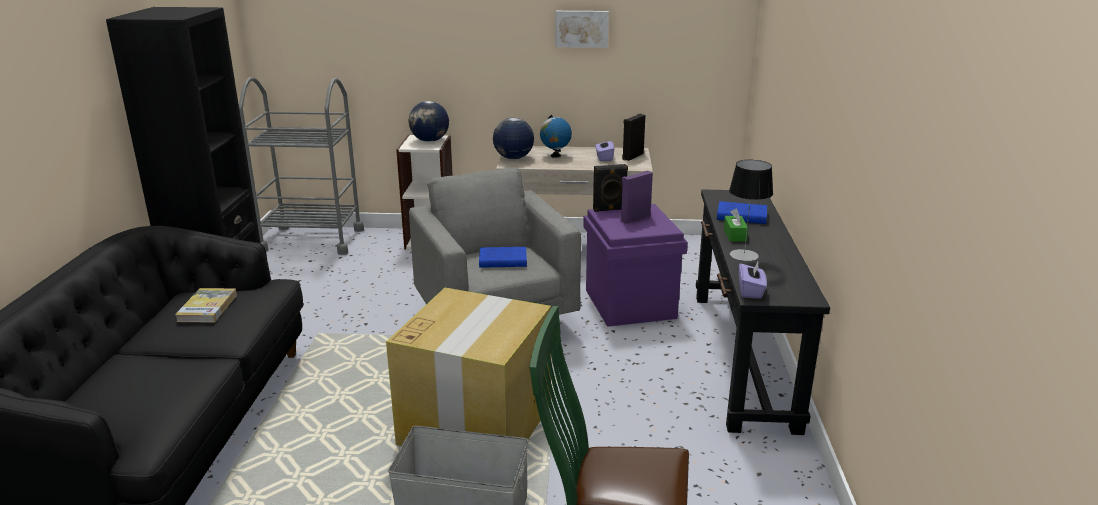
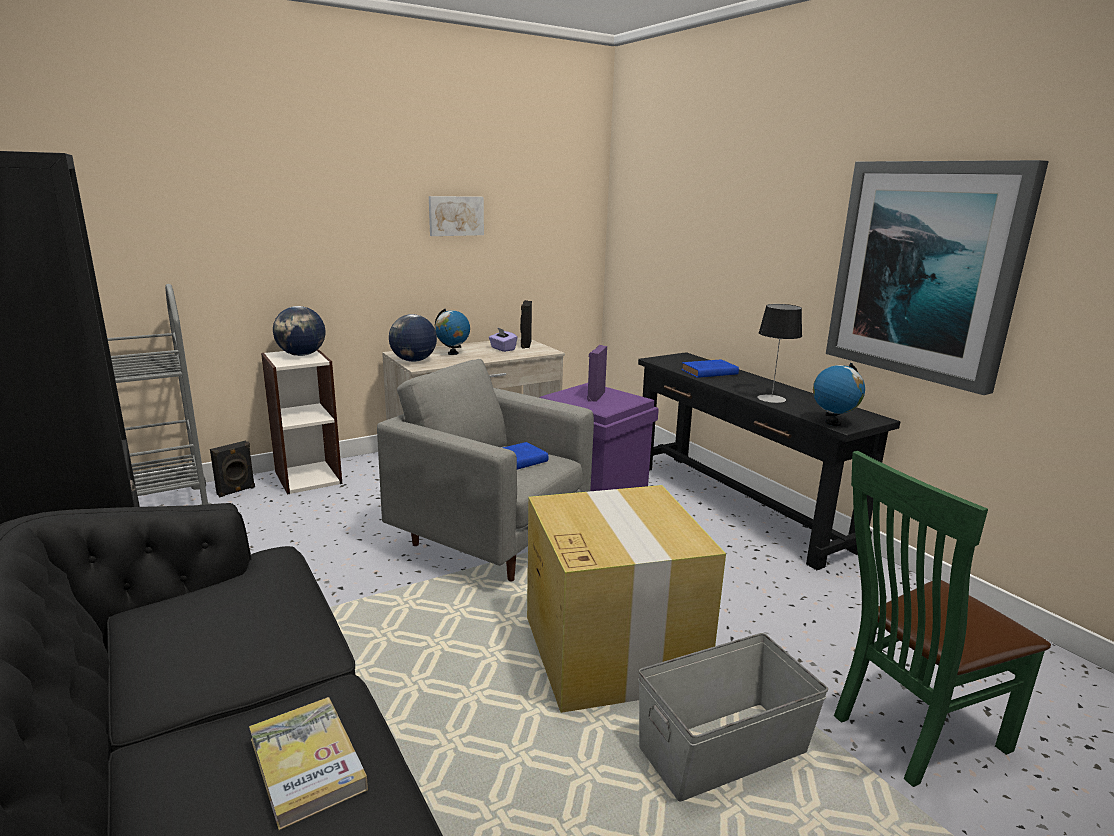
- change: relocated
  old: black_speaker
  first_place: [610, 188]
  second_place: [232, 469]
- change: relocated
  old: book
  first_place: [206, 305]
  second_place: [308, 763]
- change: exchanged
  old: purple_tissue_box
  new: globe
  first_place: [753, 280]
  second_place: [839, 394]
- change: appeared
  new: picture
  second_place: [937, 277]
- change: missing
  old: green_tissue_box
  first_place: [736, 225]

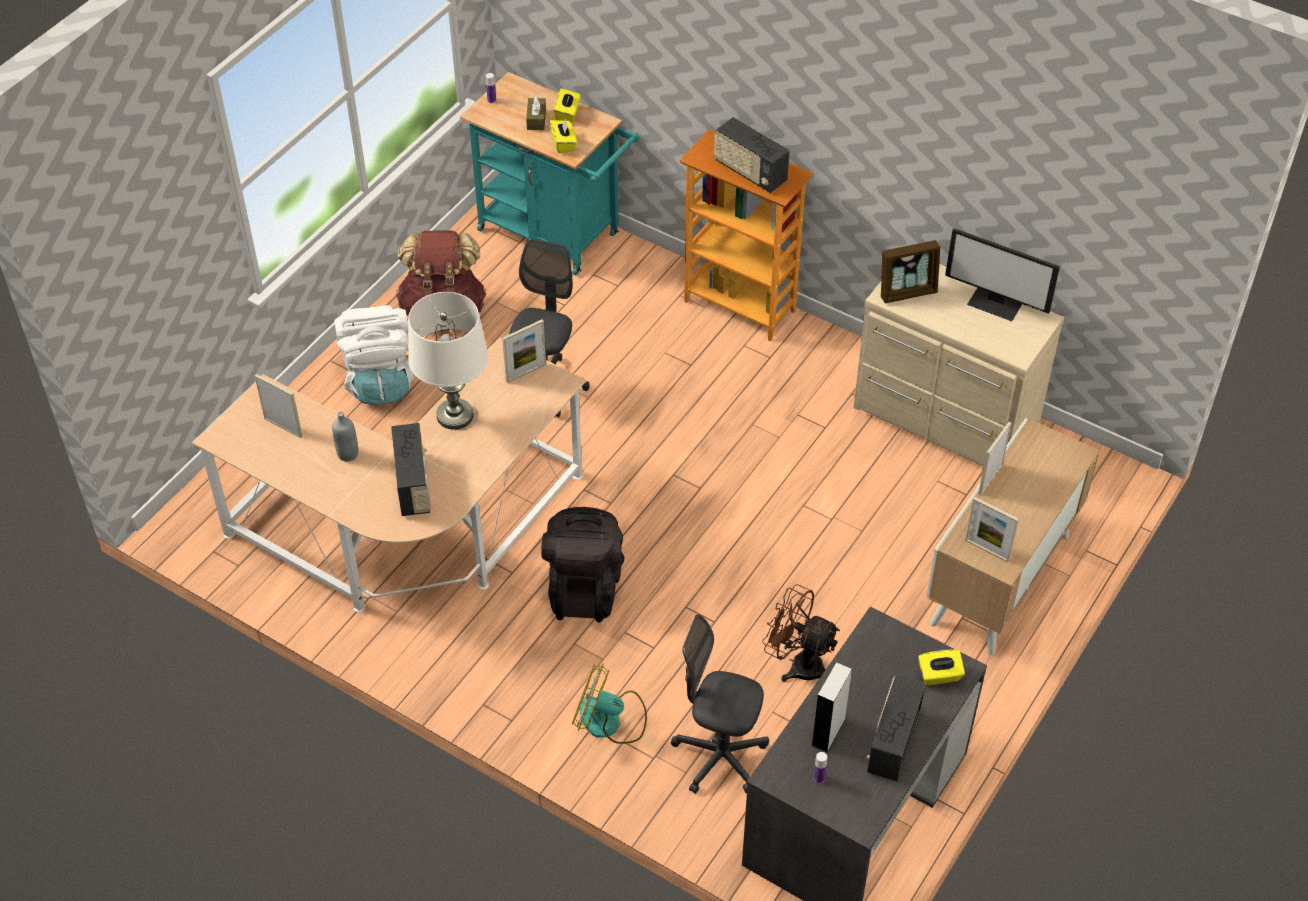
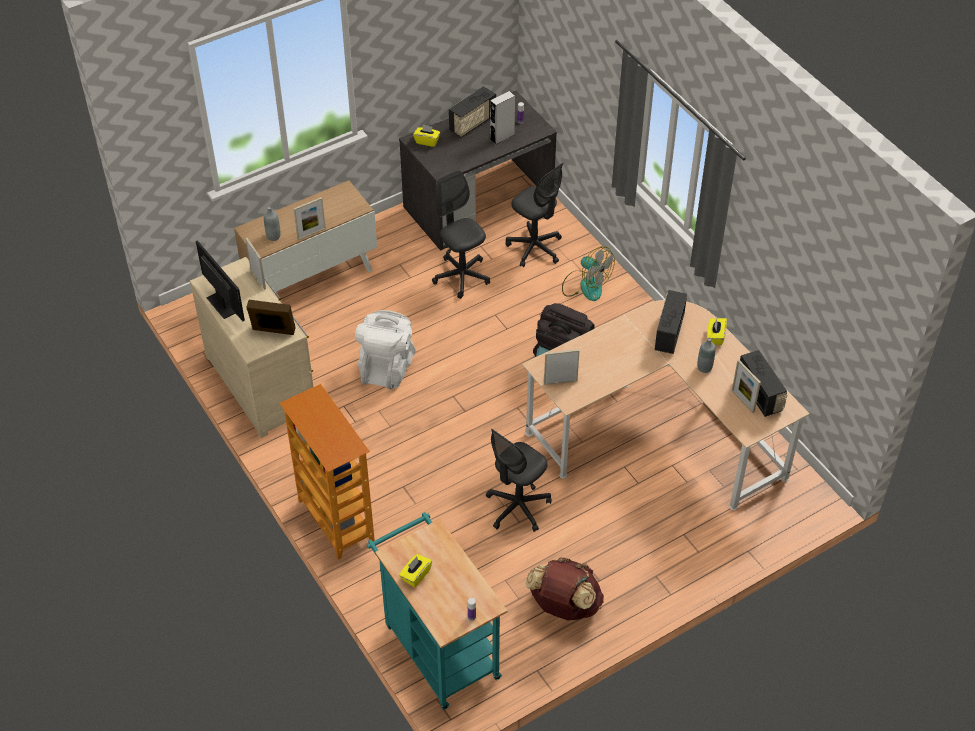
- change: relocated
  old: picture_frame
  first_place: [992, 529]
  second_place: [255, 264]
- change: appeared
  new: grey_bottle
  second_place: [272, 223]
- change: relocated
  old: white_backpack
  first_place: [374, 355]
  second_place: [385, 350]
- change: exchanged
  old: brown_fan
  new: grey_office_chair
  first_place: [801, 633]
  second_place: [461, 234]
- change: relocated
  old: yellow_tissue_box
  first_place: [563, 136]
  second_place: [717, 331]
- change: relocated
  old: radio
  first_place: [752, 155]
  second_place: [763, 383]
- change: missing
  old: white_table_lamp
  first_place: [448, 361]
- change: missing
  old: brown_tissue_box
  first_place: [536, 113]

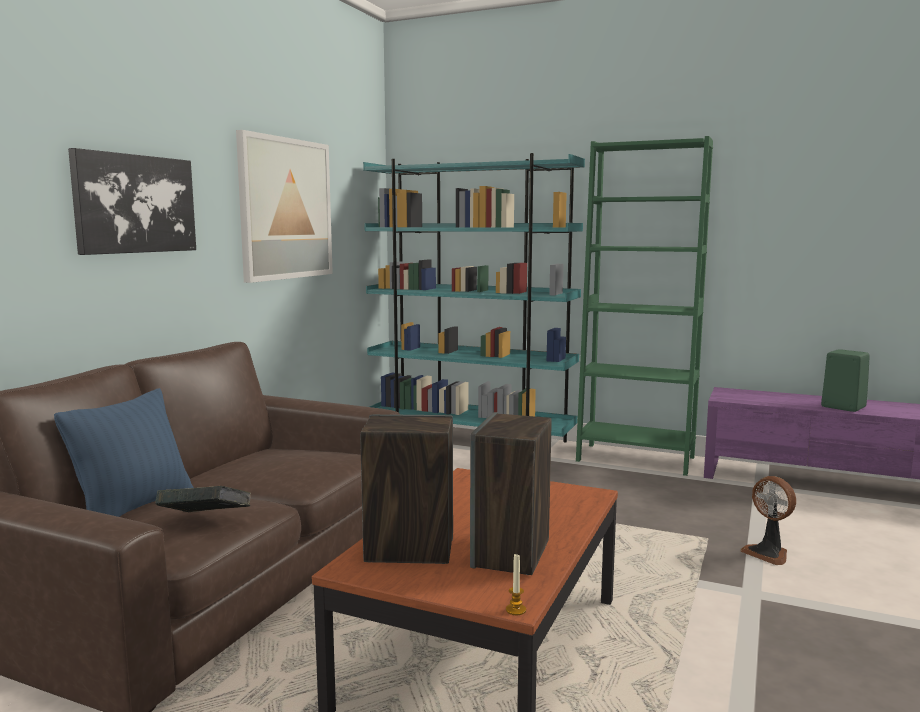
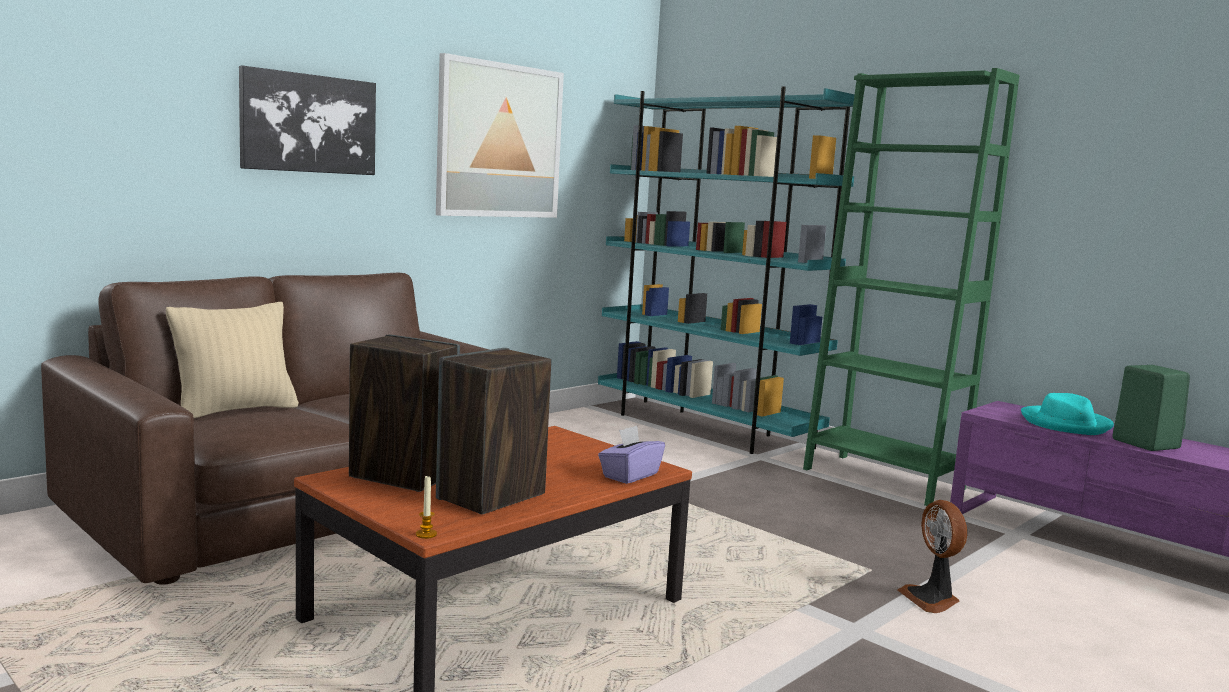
- change: colour
  old: blue_pillow
  new: beige_pillow
  first_place: [123, 452]
  second_place: [232, 360]
- change: appeared
  new: purple_tissue_box
  second_place: [631, 455]
- change: appeared
  new: turquoise_hat
  second_place: [1067, 414]
- change: missing
  old: book
  first_place: [203, 499]

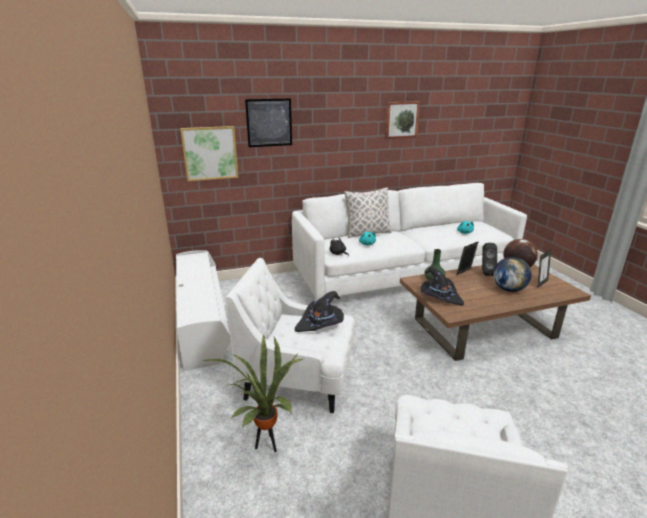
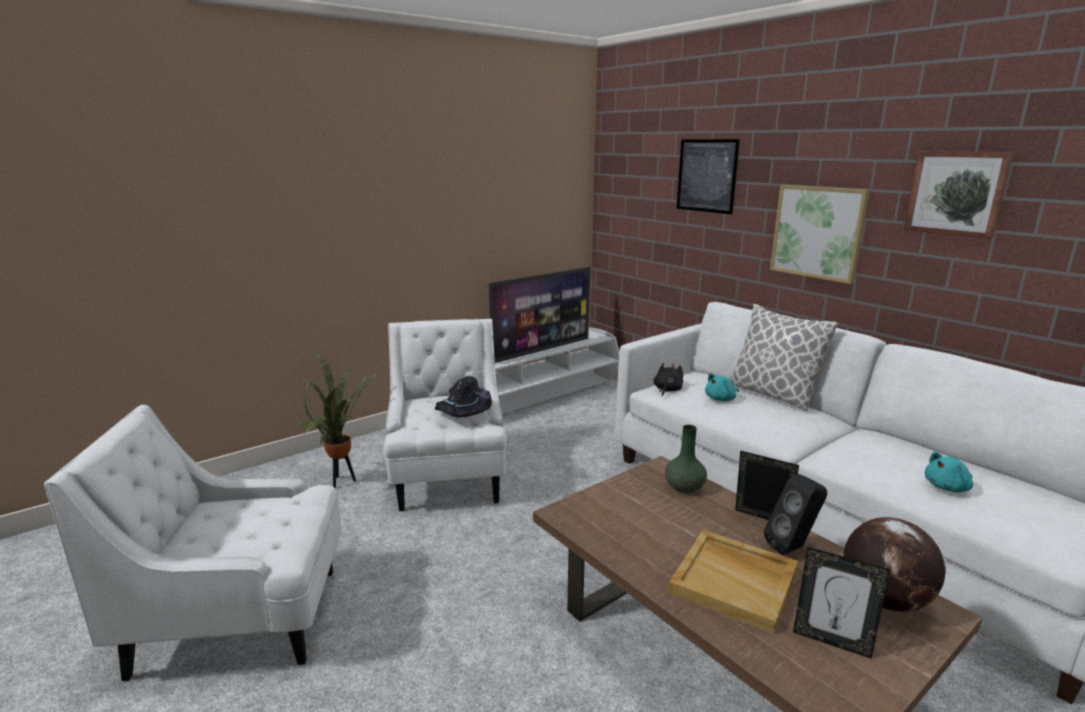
- change: appeared
  new: television
  second_place: [540, 315]
- change: exchanged
  old: globe
  new: beige_tray
  first_place: [512, 274]
  second_place: [733, 582]
- change: relocated
  old: picture
  first_place: [209, 153]
  second_place: [820, 234]
- change: missing
  old: black_hat
  first_place: [442, 286]

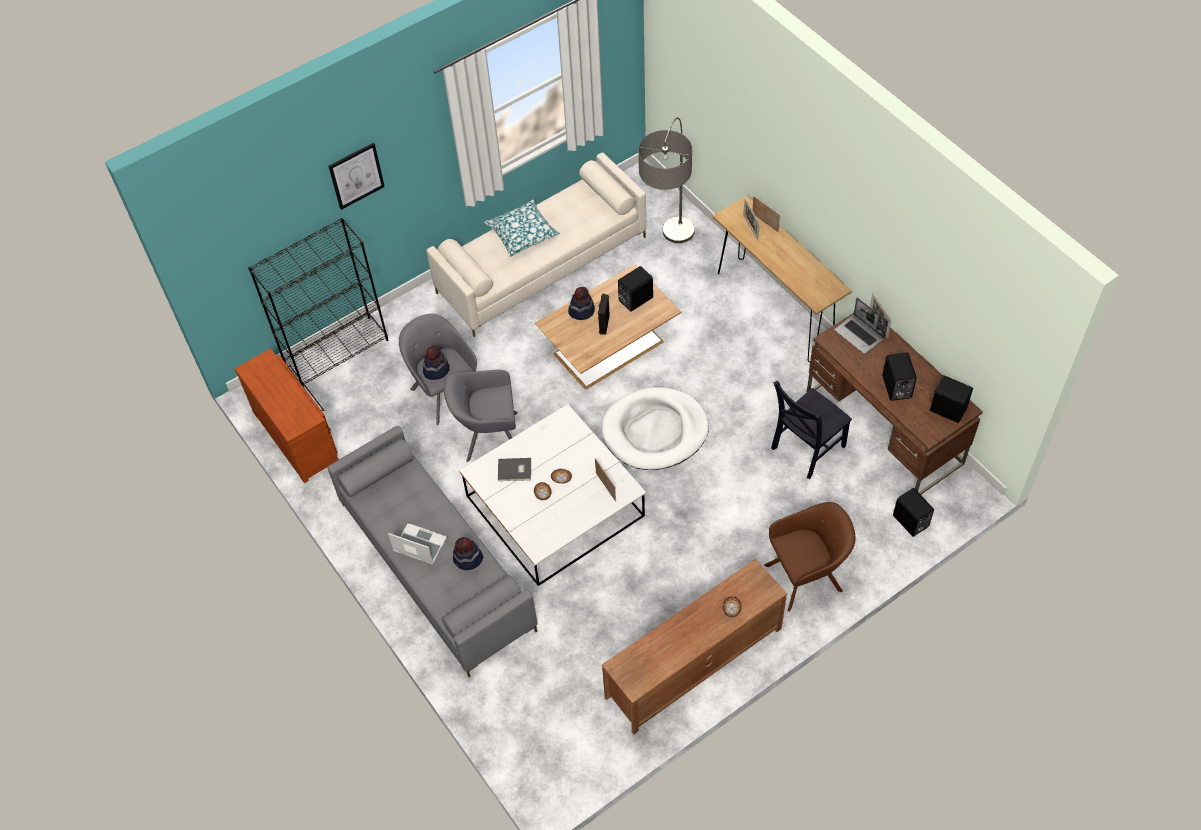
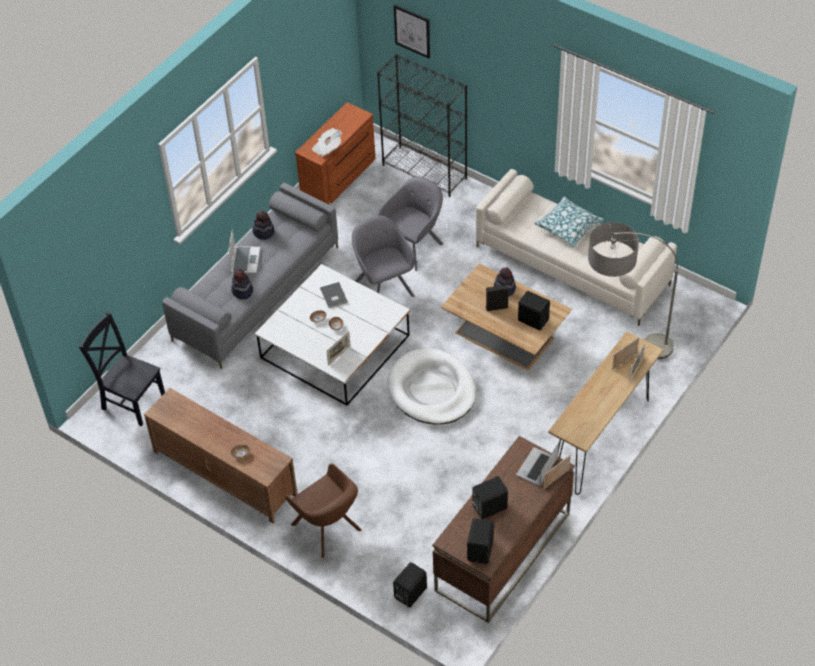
- change: relocated
  old: black_chair
  first_place: [811, 430]
  second_place: [121, 369]
- change: relocated
  old: hat
  first_place: [436, 362]
  second_place: [263, 225]
- change: appeared
  new: newspaper
  second_place: [327, 142]
- change: relocated
  old: picture
  first_place: [356, 176]
  second_place: [412, 32]

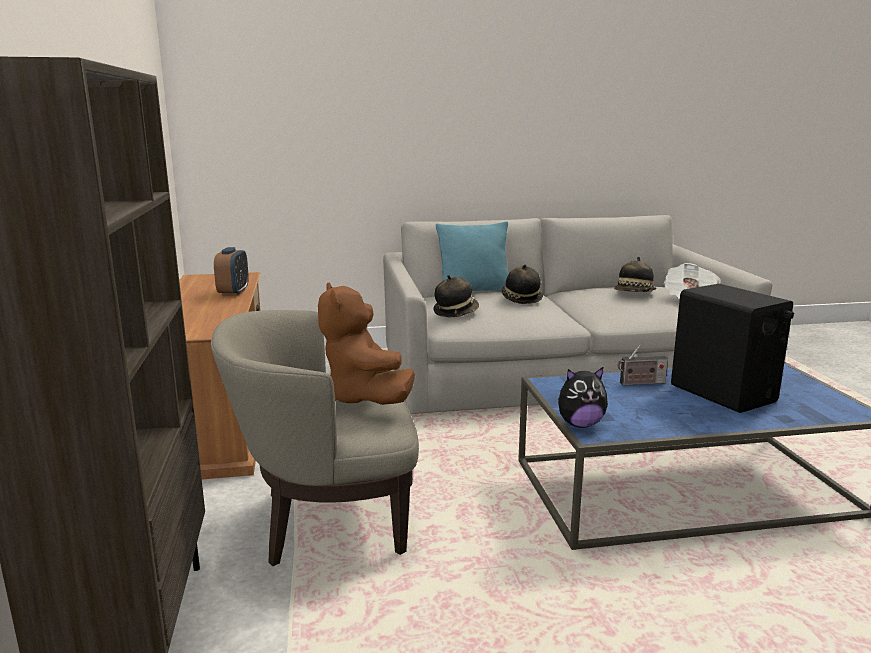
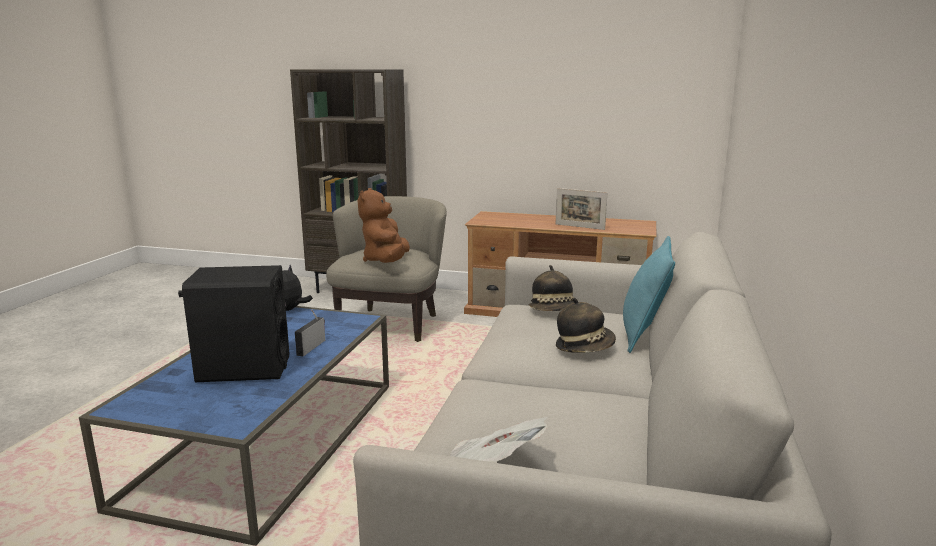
- change: spun
  old: brown_plush_toy
  first_place: [366, 343]
  second_place: [383, 225]
  degrees: -90
- change: exchanged
  old: alarm_clock
  new: picture_frame
  first_place: [231, 271]
  second_place: [581, 209]
- change: missing
  old: hat
  first_place: [635, 274]

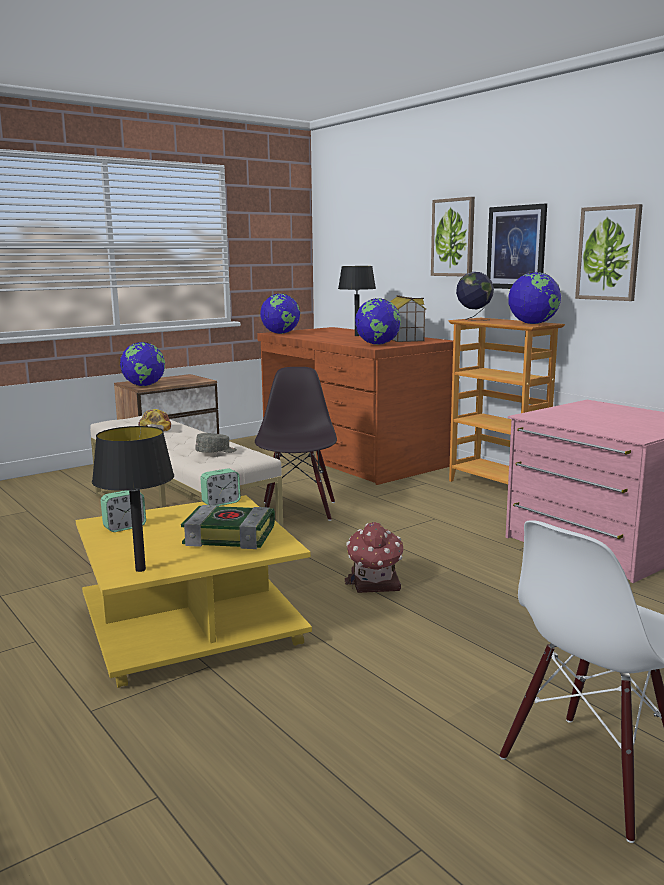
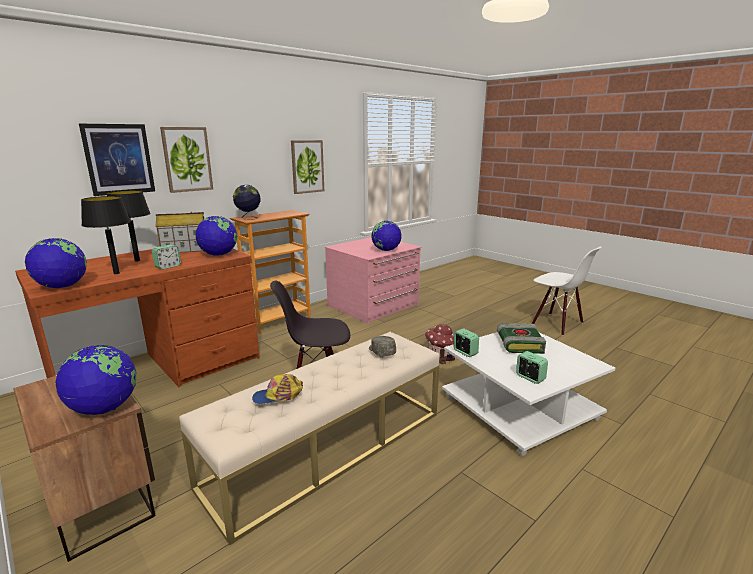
- change: relocated
  old: picture
  first_place: [517, 246]
  second_place: [117, 160]
- change: relocated
  old: black_table_lamp
  first_place: [133, 499]
  second_place: [106, 235]
- change: appeared
  new: alarm_clock
  second_place: [166, 257]
- change: relocated
  old: globe
  first_place: [534, 298]
  second_place: [386, 236]
- change: colour
  old: yellow_coffee_table
  new: white_coffee_table
  first_place: [194, 591]
  second_place: [528, 394]

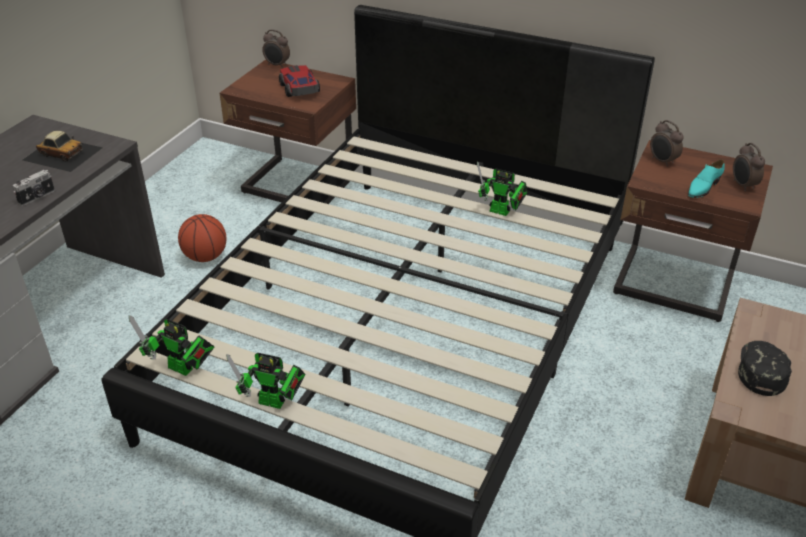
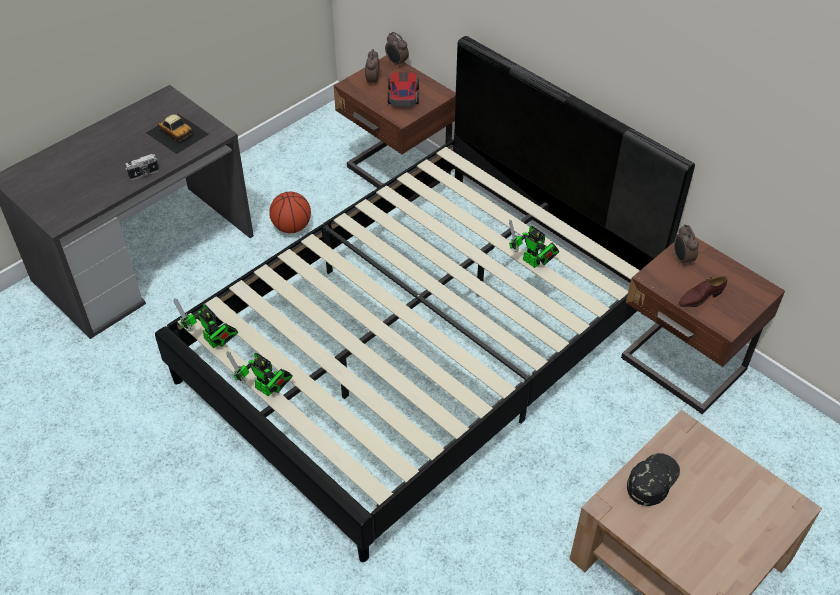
- change: relocated
  old: alarm_clock
  first_place: [749, 167]
  second_place: [372, 67]
- change: colour
  old: turquoise_shoe
  new: brown_shoe
  first_place: [706, 178]
  second_place: [703, 291]

